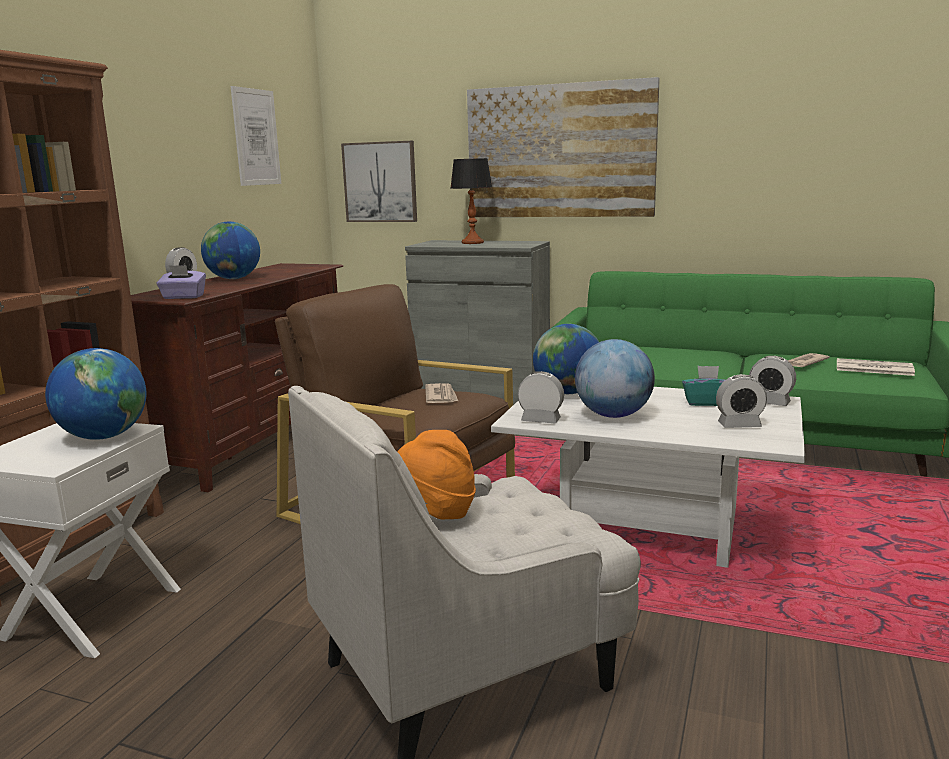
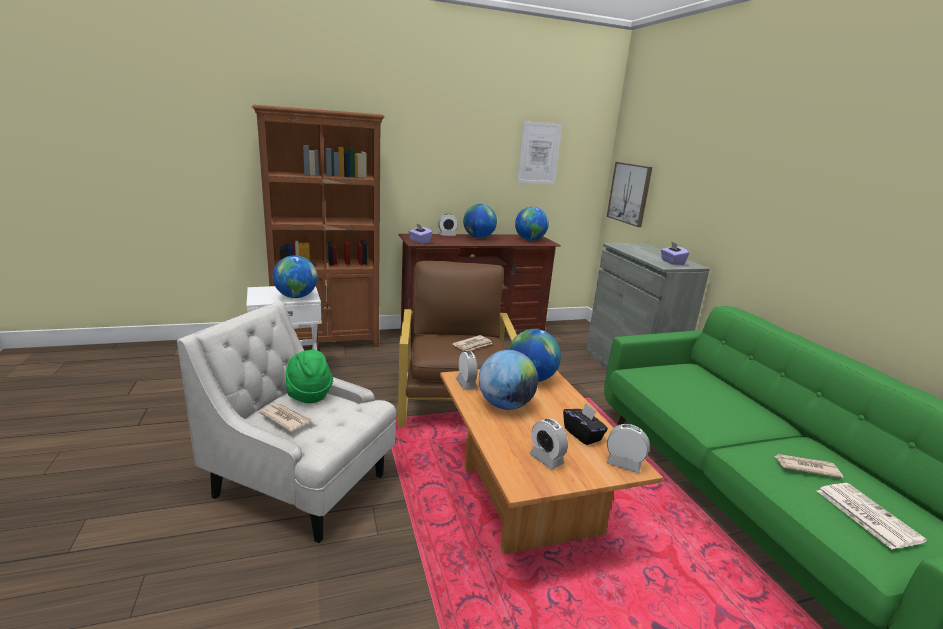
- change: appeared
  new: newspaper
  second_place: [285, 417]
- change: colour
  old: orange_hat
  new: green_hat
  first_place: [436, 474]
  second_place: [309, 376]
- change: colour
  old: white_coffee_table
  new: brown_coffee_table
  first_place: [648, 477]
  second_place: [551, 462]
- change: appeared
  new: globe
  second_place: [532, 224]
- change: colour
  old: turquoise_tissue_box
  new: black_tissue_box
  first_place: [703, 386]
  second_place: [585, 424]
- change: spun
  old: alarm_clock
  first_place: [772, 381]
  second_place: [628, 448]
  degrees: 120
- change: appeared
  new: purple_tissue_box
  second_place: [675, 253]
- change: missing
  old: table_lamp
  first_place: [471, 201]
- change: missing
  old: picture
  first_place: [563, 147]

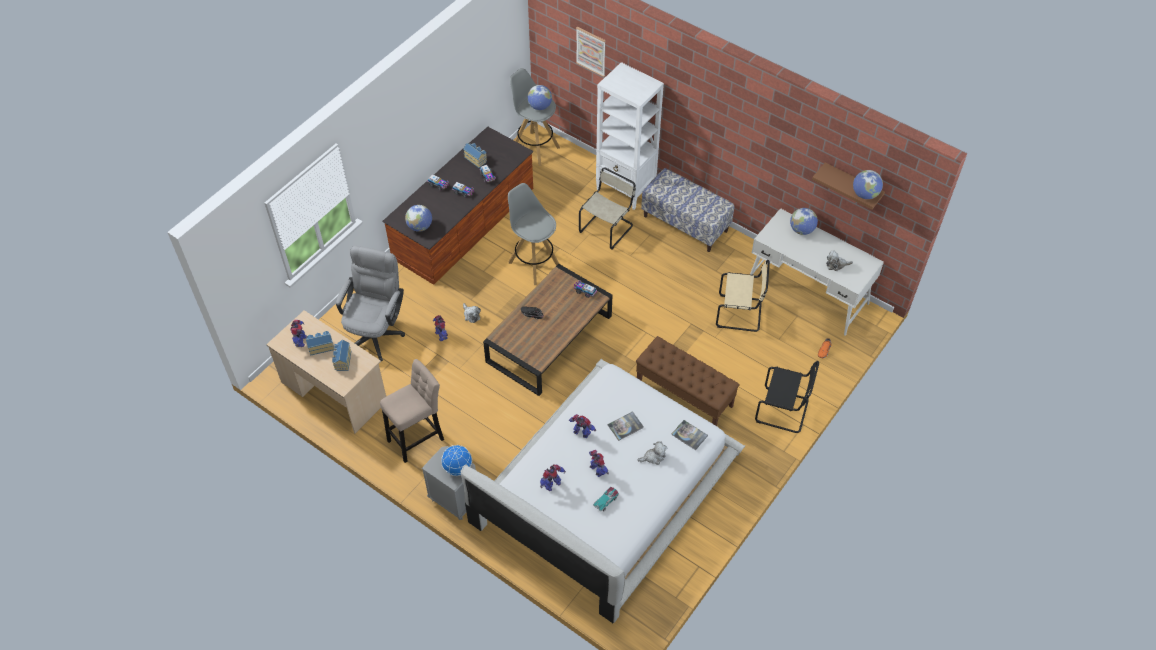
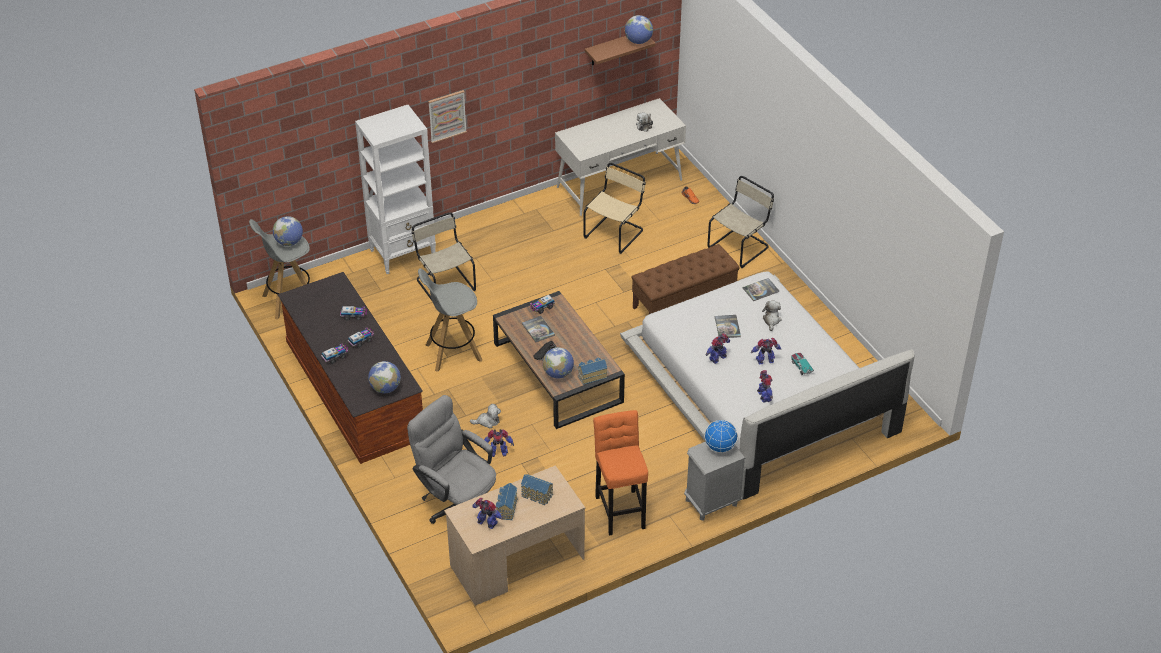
- change: relocated
  old: picture
  first_place: [591, 52]
  second_place: [447, 116]
- change: appeared
  new: book
  second_place: [538, 329]
- change: relocated
  old: globe
  first_place: [804, 221]
  second_place: [558, 363]
- change: relocated
  old: toy_house
  first_place: [475, 155]
  second_place: [592, 371]
- change: colour
  old: beige_stool
  new: orange_stool
  first_place: [412, 411]
  second_place: [620, 473]
- change: colour
  old: black_chair
  new: beige_chair
  first_place: [787, 397]
  second_place: [740, 222]
- change: missing
  old: bench
  first_place: [687, 210]

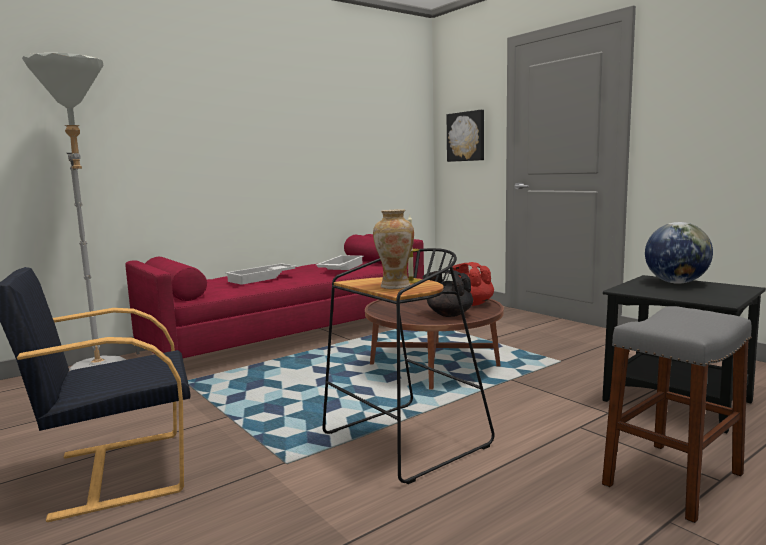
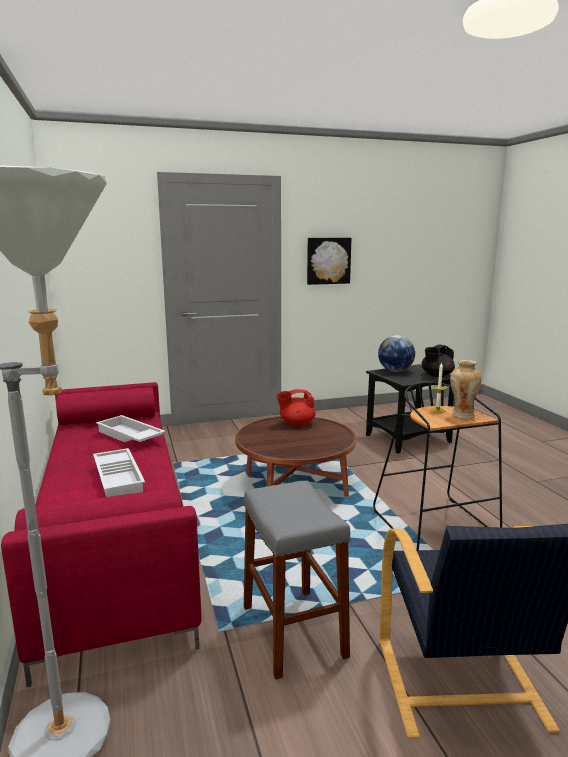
- change: relocated
  old: grey_stool
  first_place: [677, 414]
  second_place: [297, 580]
- change: relocated
  old: picture
  first_place: [465, 136]
  second_place: [329, 261]
- change: relocated
  old: black_teapot
  first_place: [448, 293]
  second_place: [438, 361]

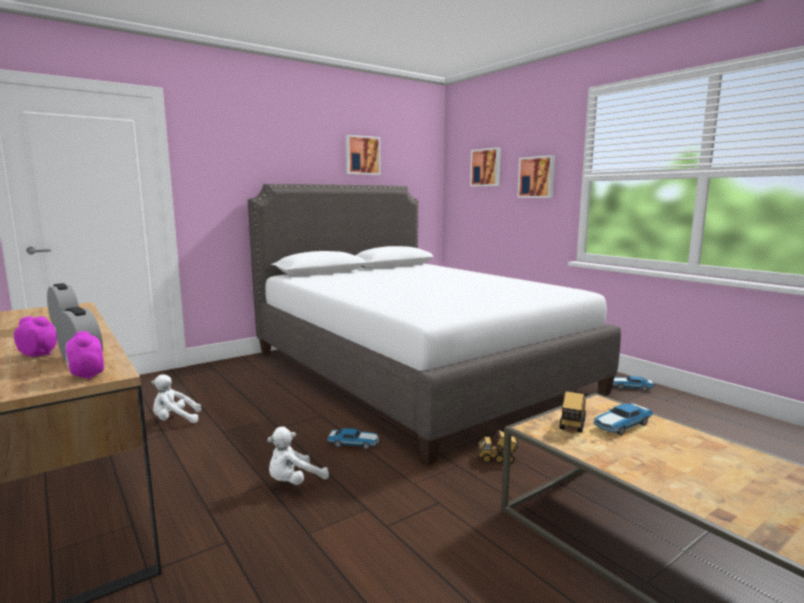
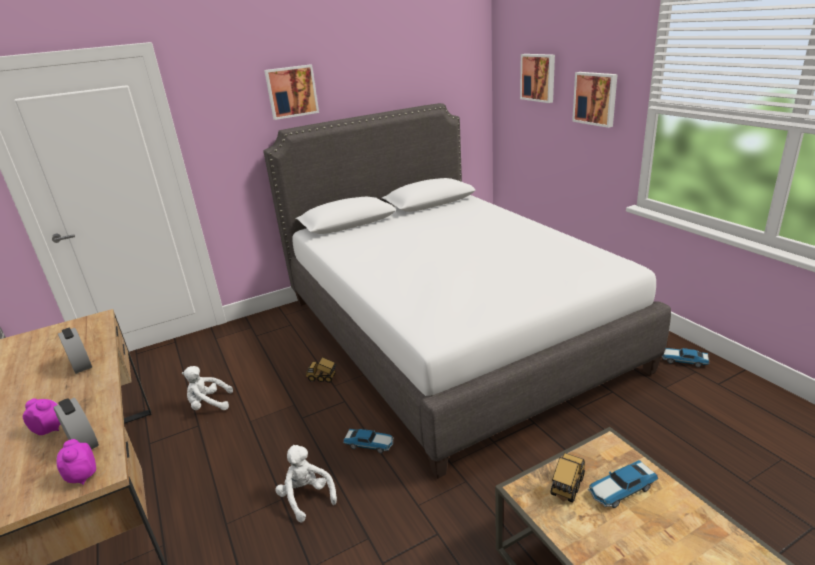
- change: relocated
  old: picture
  first_place: [363, 155]
  second_place: [291, 92]
- change: spun
  old: white_plush_toy
  first_place: [298, 456]
  second_place: [306, 484]
  degrees: 90
- change: relocated
  old: toy_truck
  first_place: [499, 447]
  second_place: [321, 370]

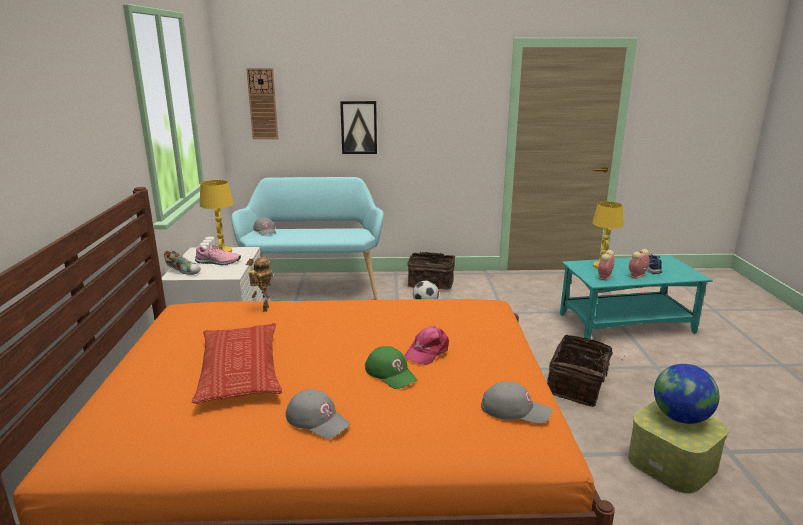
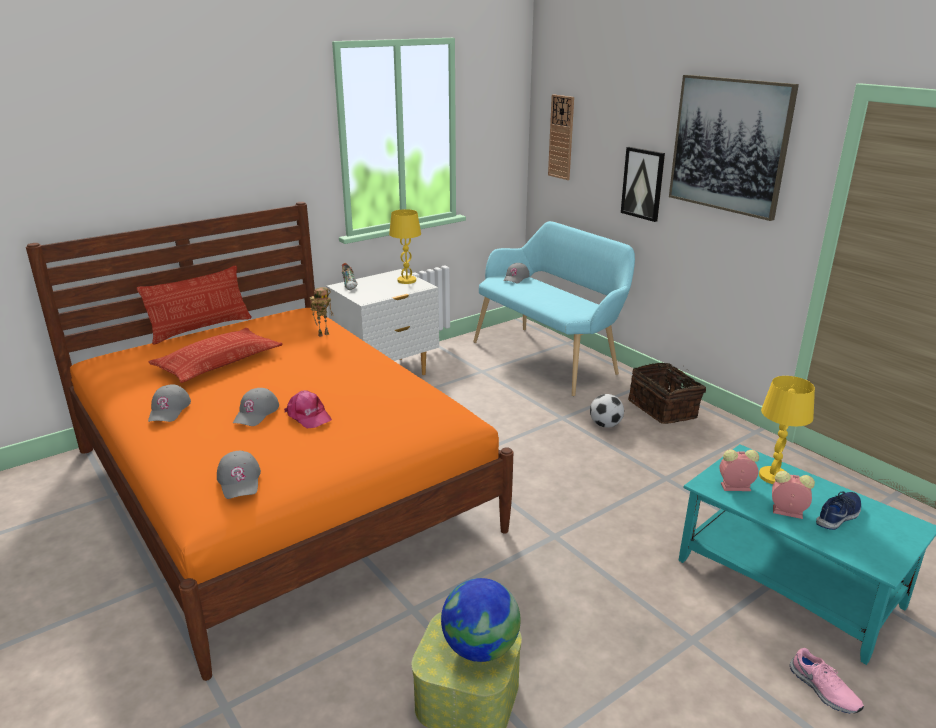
- change: appeared
  new: pillow
  second_place: [194, 305]
- change: colour
  old: green_cap
  new: grey_cap
  first_place: [391, 367]
  second_place: [256, 407]
- change: spun
  old: pink_cap
  first_place: [426, 345]
  second_place: [308, 409]
  degrees: -135
- change: appeared
  new: picture
  second_place: [734, 148]
- change: relocated
  old: pink_shoe
  first_place: [218, 255]
  second_place: [827, 681]
- change: missing
  old: basket
  first_place: [584, 370]

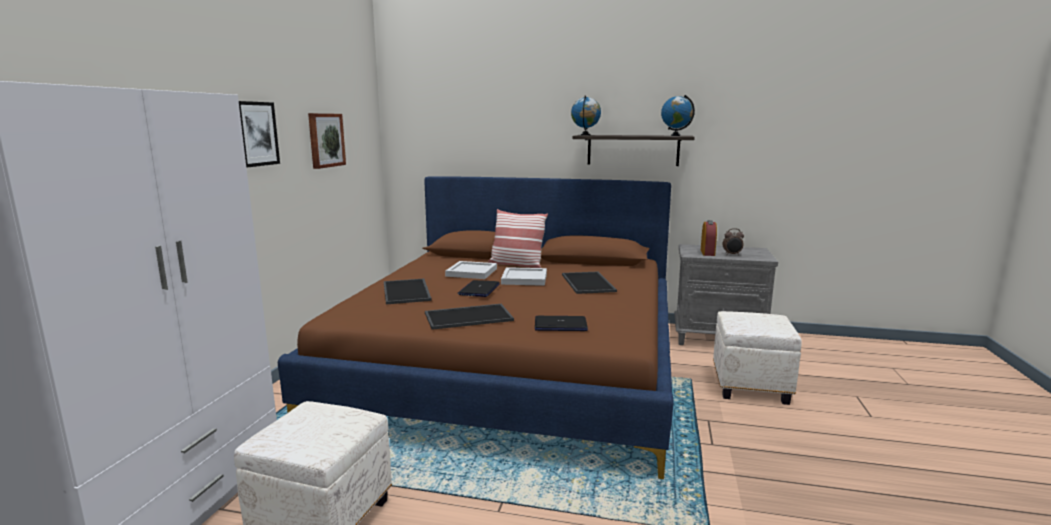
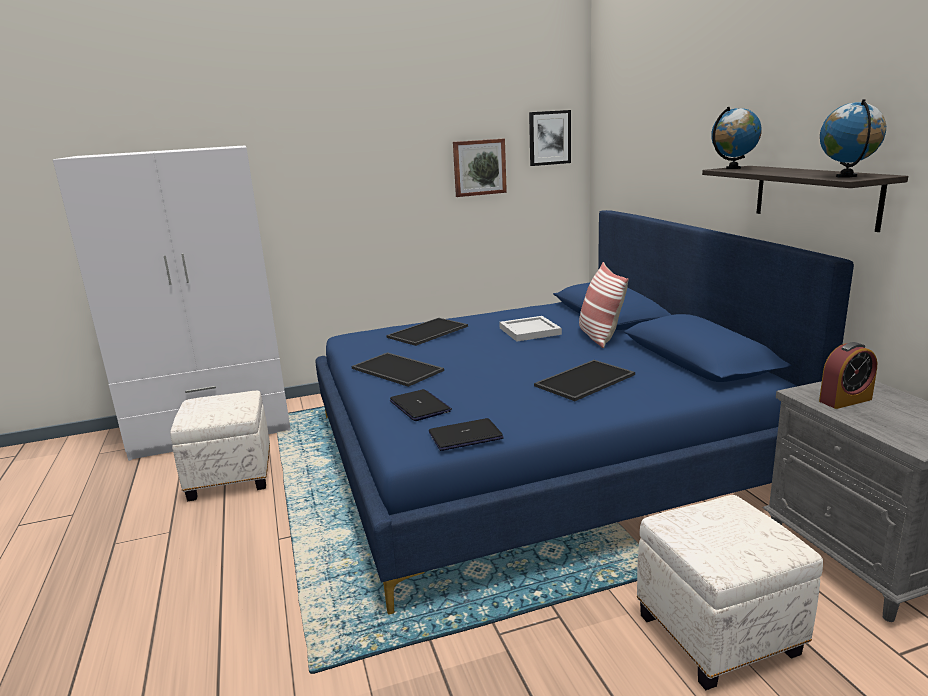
- change: colour
  old: brown_bed
  new: blue_bed
  first_place: [476, 327]
  second_place: [585, 412]
- change: relocated
  old: laptop
  first_place: [478, 288]
  second_place: [466, 434]
- change: relocated
  old: picture
  first_place: [259, 134]
  second_place: [550, 138]
- change: missing
  old: white_tray
  first_place: [524, 276]
- change: missing
  old: alarm_clock
  first_place: [733, 241]

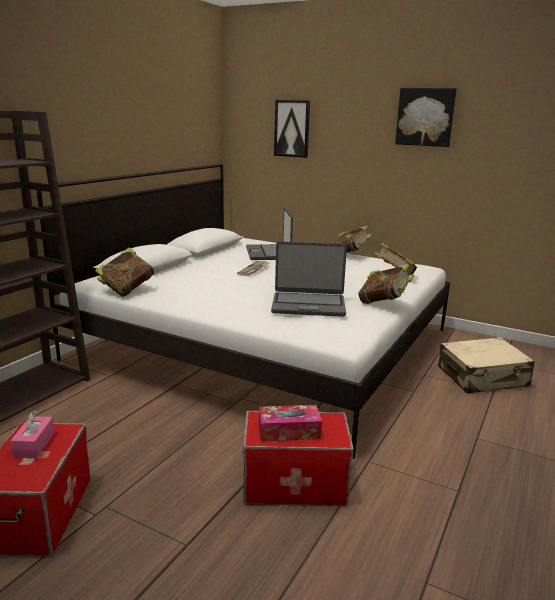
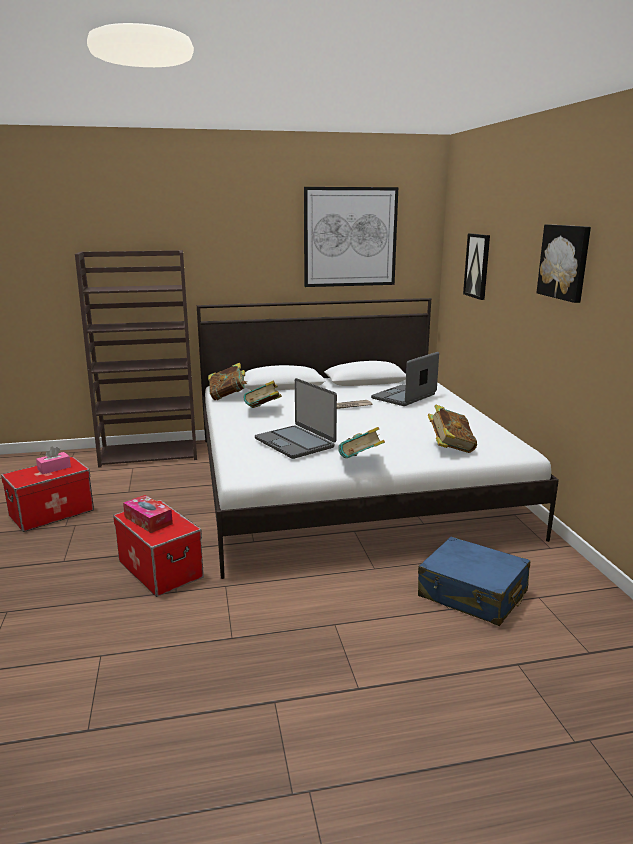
- change: relocated
  old: book
  first_place: [352, 239]
  second_place: [263, 394]
- change: appeared
  new: picture
  second_place: [351, 237]
- change: colour
  old: beige_suitcase
  new: blue_suitcase
  first_place: [486, 365]
  second_place: [474, 581]

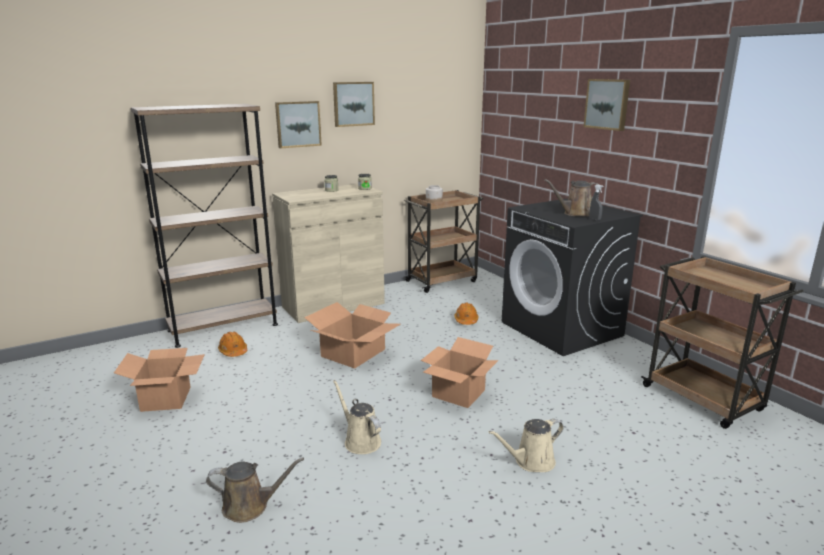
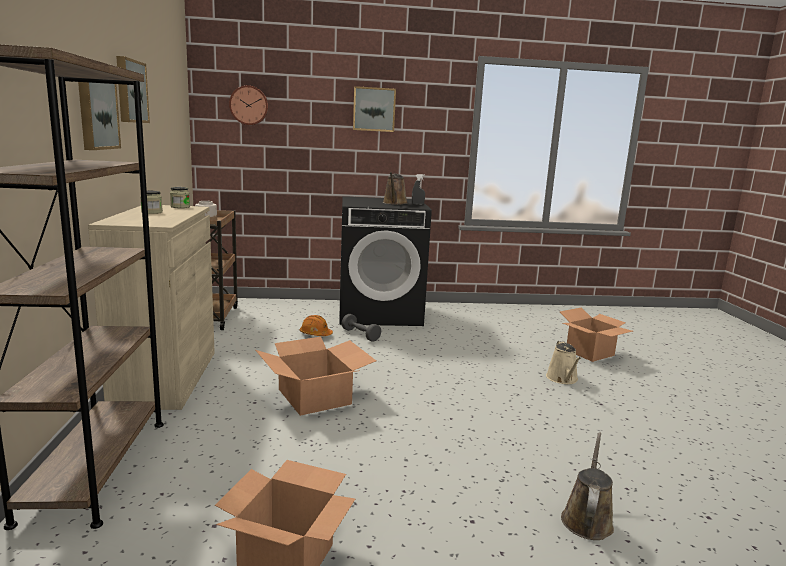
- change: appeared
  new: wall_clock
  second_place: [248, 105]
- change: appeared
  new: grey_dumbbell
  second_place: [361, 328]
- change: relocated
  old: cardboard_box
  first_place: [460, 372]
  second_place: [596, 334]
- change: missing
  old: orange_hard_hat
  first_place: [232, 344]
- change: missing
  old: beige_watering_can
  first_place: [357, 417]
- change: missing
  old: brown_cart
  first_place: [722, 342]

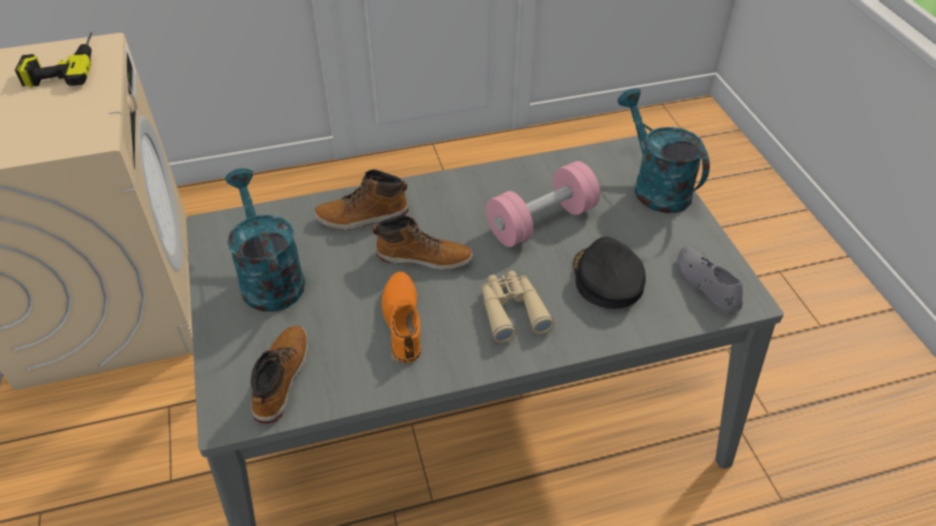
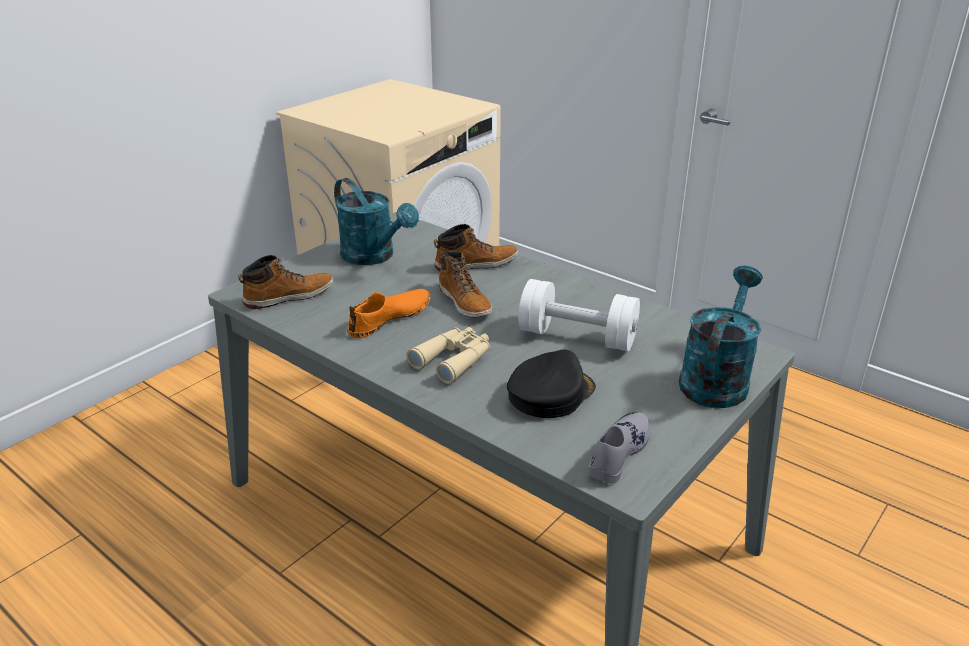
- change: spun
  old: turquoise_watering_can
  first_place: [265, 240]
  second_place: [376, 221]
  degrees: 105
- change: spun
  old: boot
  first_place: [361, 199]
  second_place: [476, 247]
  degrees: 120
- change: colour
  old: pink_dumbbell
  new: white_dumbbell
  first_place: [543, 204]
  second_place: [579, 315]
- change: missing
  old: power_drill
  first_place: [53, 60]

